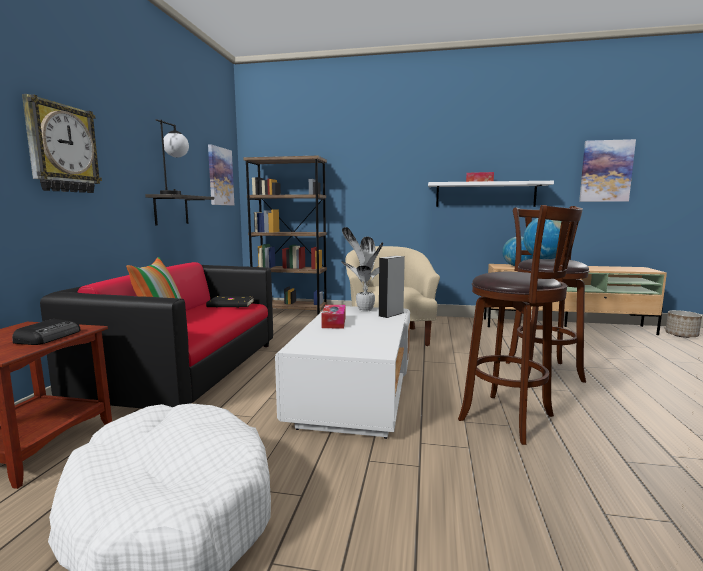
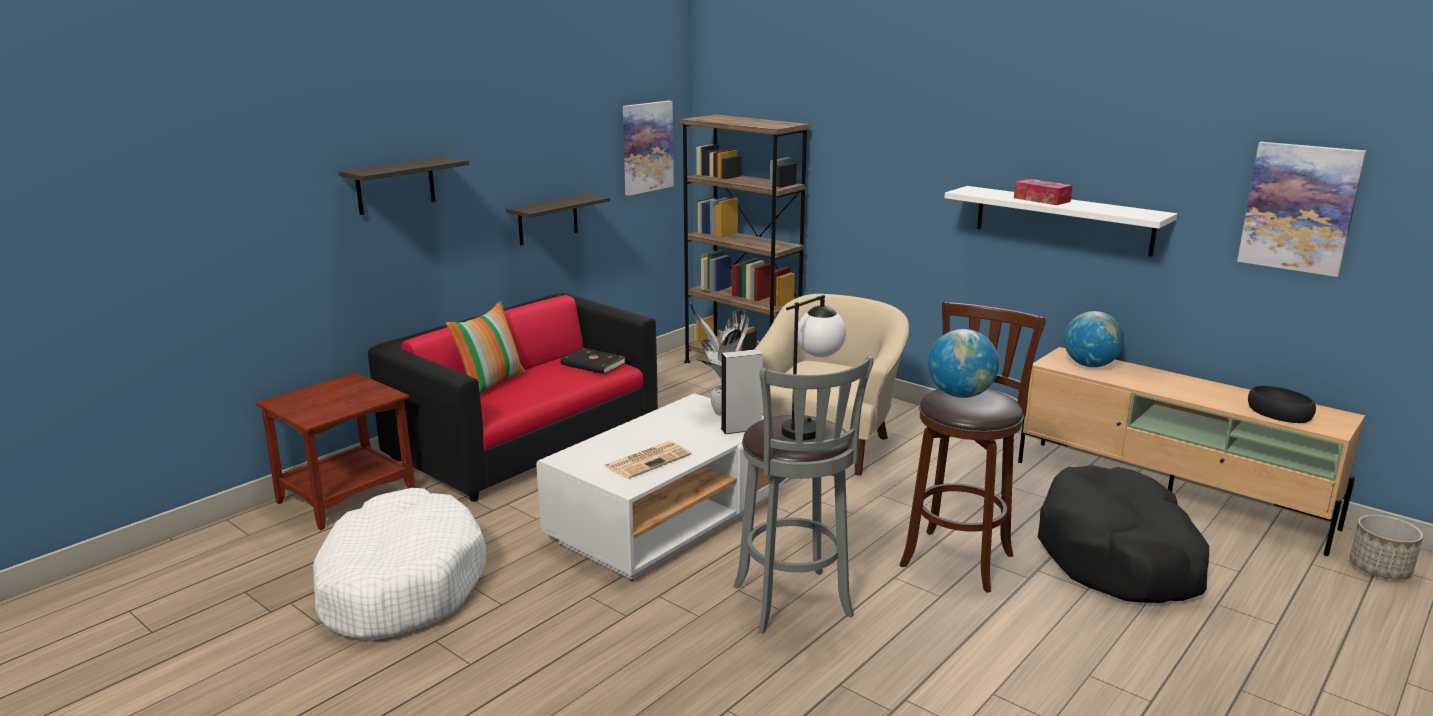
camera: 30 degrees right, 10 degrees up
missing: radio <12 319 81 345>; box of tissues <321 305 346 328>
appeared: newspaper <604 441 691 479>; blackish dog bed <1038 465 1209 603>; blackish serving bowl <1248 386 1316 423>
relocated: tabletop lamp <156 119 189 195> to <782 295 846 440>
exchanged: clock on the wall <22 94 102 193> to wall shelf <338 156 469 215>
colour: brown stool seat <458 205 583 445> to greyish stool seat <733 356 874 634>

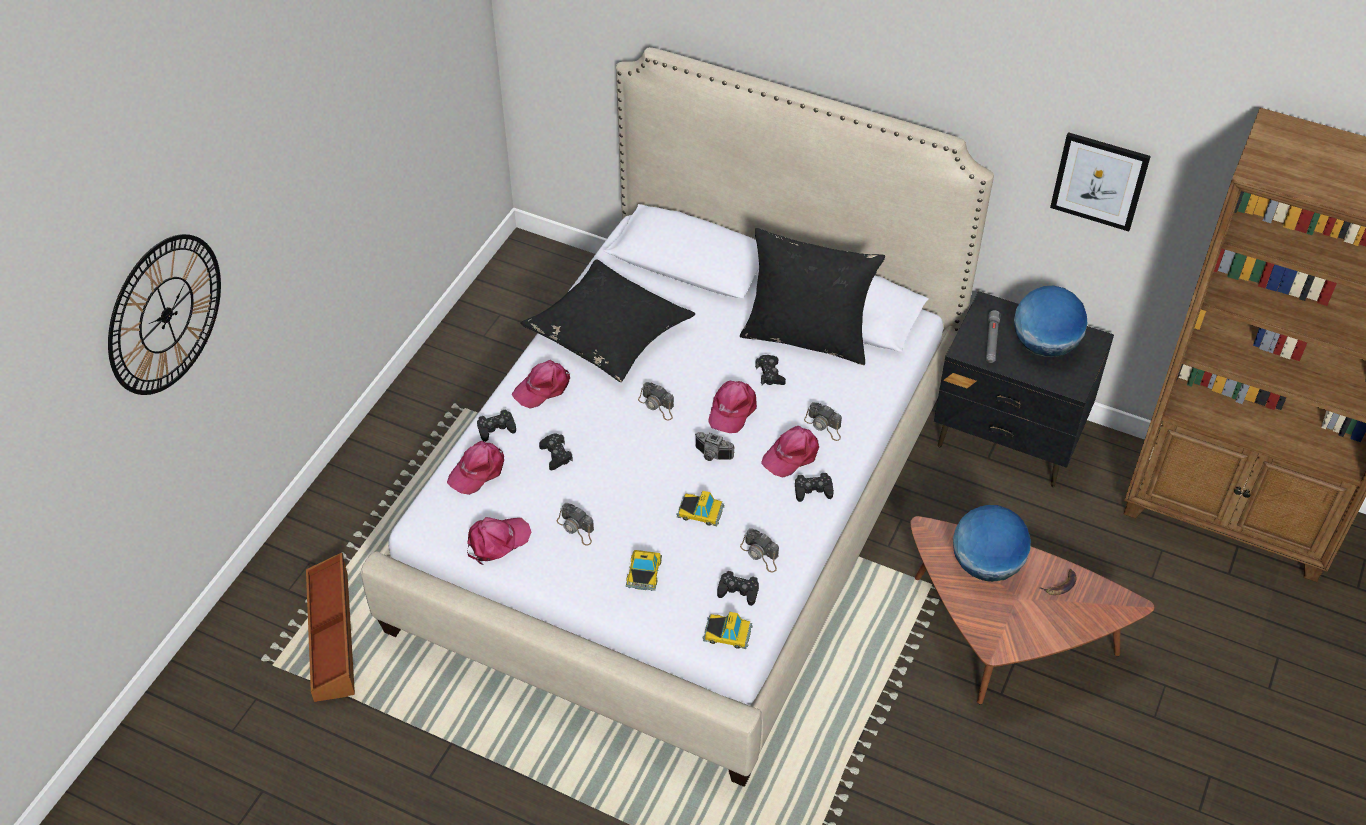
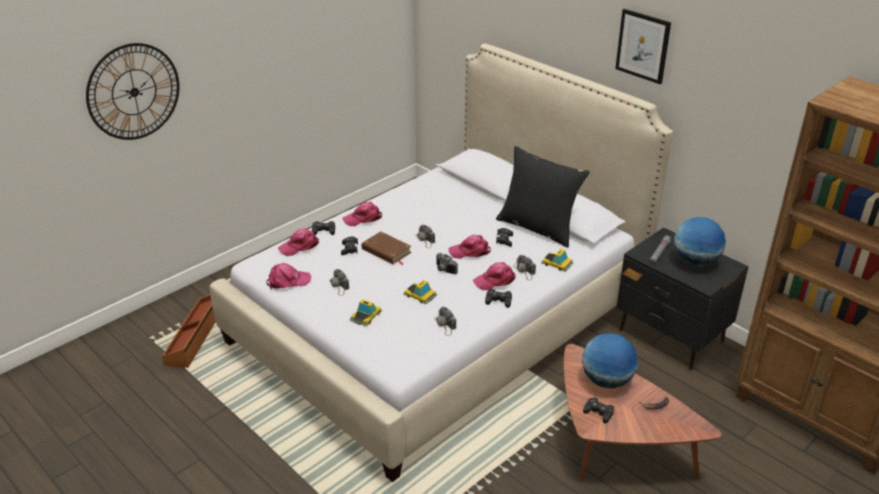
camera: 20 degrees right, 15 degrees down
missing: blackish pillow <521 259 695 382>
appeared: brown book <362 231 411 265>
relocated: model car <702 612 753 649> to <541 249 573 271>; blackish joypad <717 571 759 606> to <583 397 614 423>; wall picture <1050 132 1151 231> to <615 9 671 84>
spun: pinkish cap <708 381 757 433> = <448 235 491 259> 45 degrees clockwise

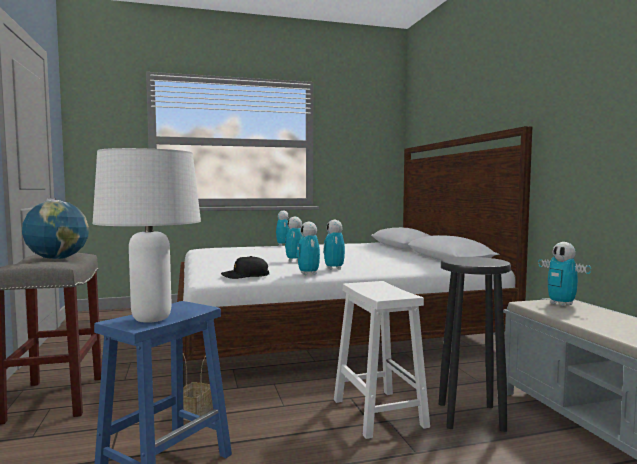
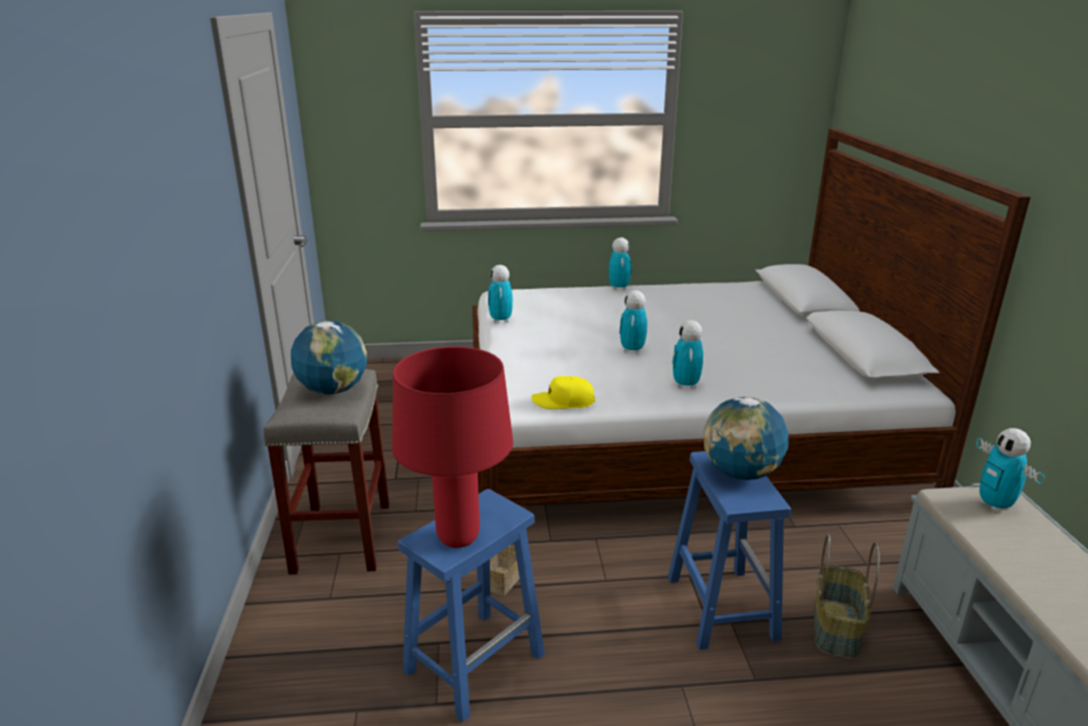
camera: 10 degrees right, 20 degrees up
appeared: desk globe <704 397 789 480>
relocated: robot figure <297 222 320 275> to <488 265 513 323>
exchanged: blackish stool seat <439 257 511 432> to storage basket <814 534 880 659>
colour: white-coloured tabletop lamp <93 148 201 323> to red tabletop lamp <392 346 513 548>; blackish cap <221 256 269 279> to yellow cap <531 376 595 409>; white-coloured stool seat <334 281 430 439> to blue stool seat <668 451 791 650>

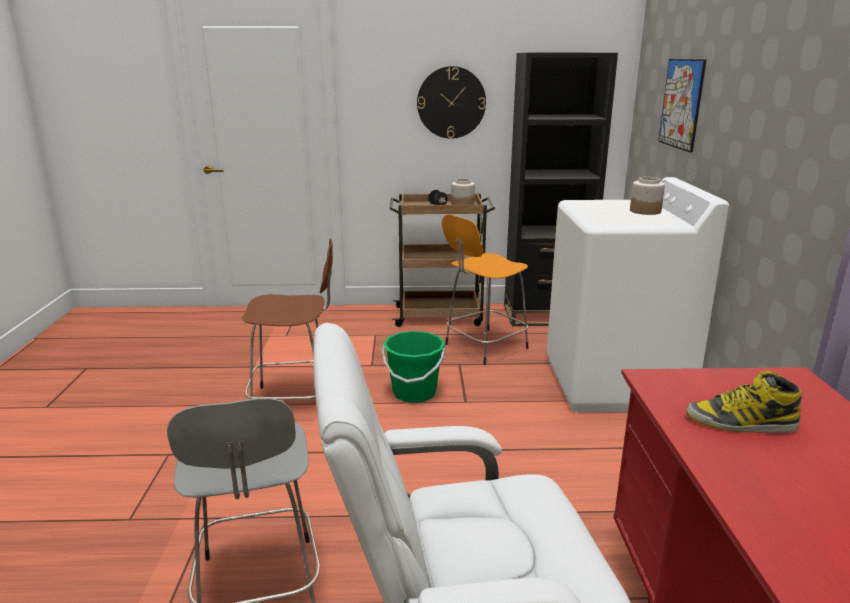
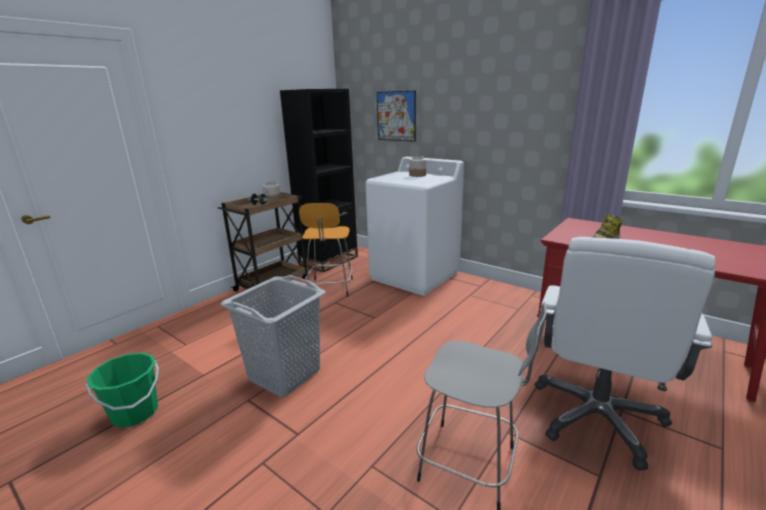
camera: 50 degrees left, 0 degrees up
missing: clock on the wall <417 66 486 139>
relocated: greenish water bucket <382 331 445 403> to <86 353 159 428>
exchanged: brown stool seat <242 239 333 399> to greyish laundry basket <221 275 326 397>

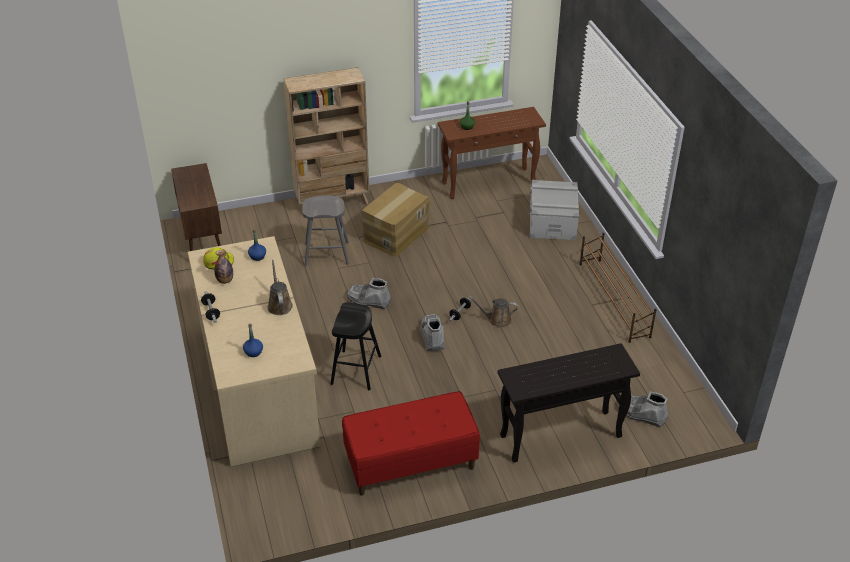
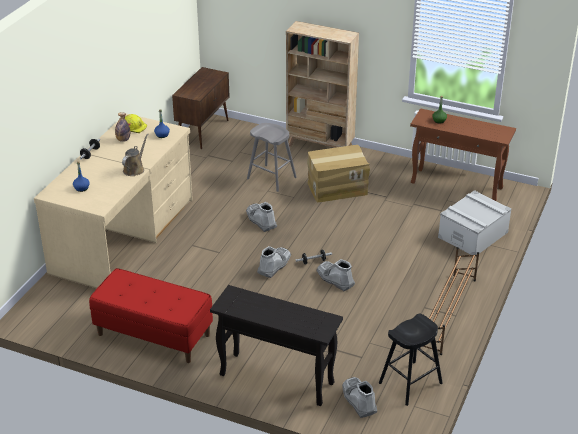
camera: 40 degrees right, 5 degrees down
relocated: blackish stool seat <330 302 381 390> to <379 314 442 406>
exchanged: brown watering pot <469 297 518 328> to greyish tall boot <316 259 355 291>

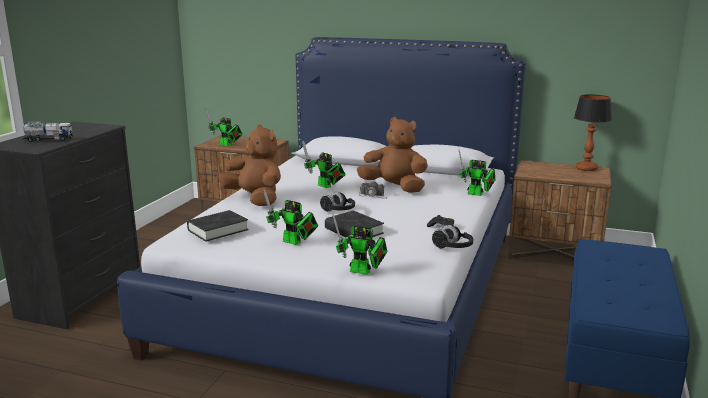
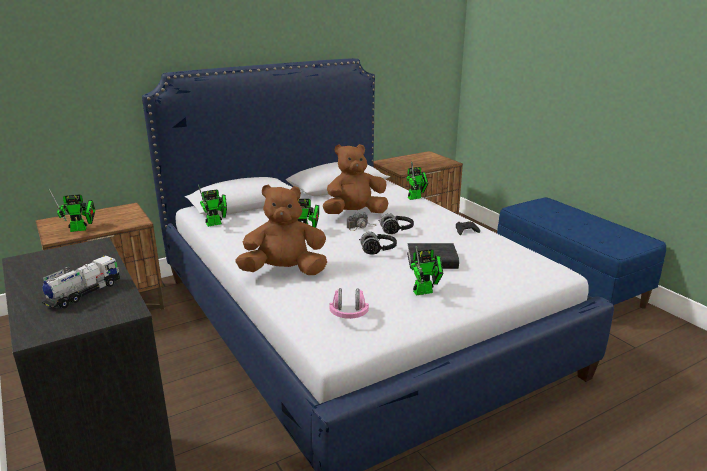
camera: 50 degrees left, 5 degrees up
missing: tabletop lamp <574 94 612 171>
relocated: robot figure <333 214 387 275> to <198 185 227 227>; blackish headset <432 225 473 249> to <379 213 414 234>
exchanged: blackish book <187 210 249 242> to pinkish headset <329 288 369 319>

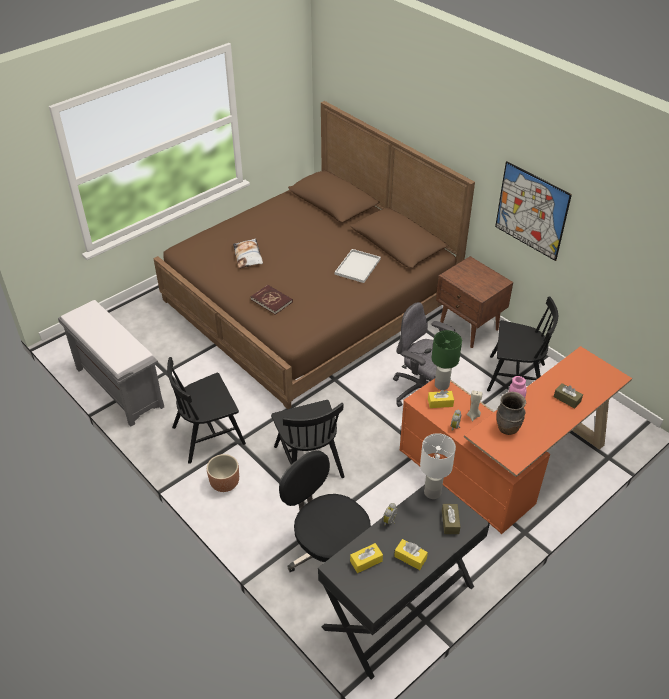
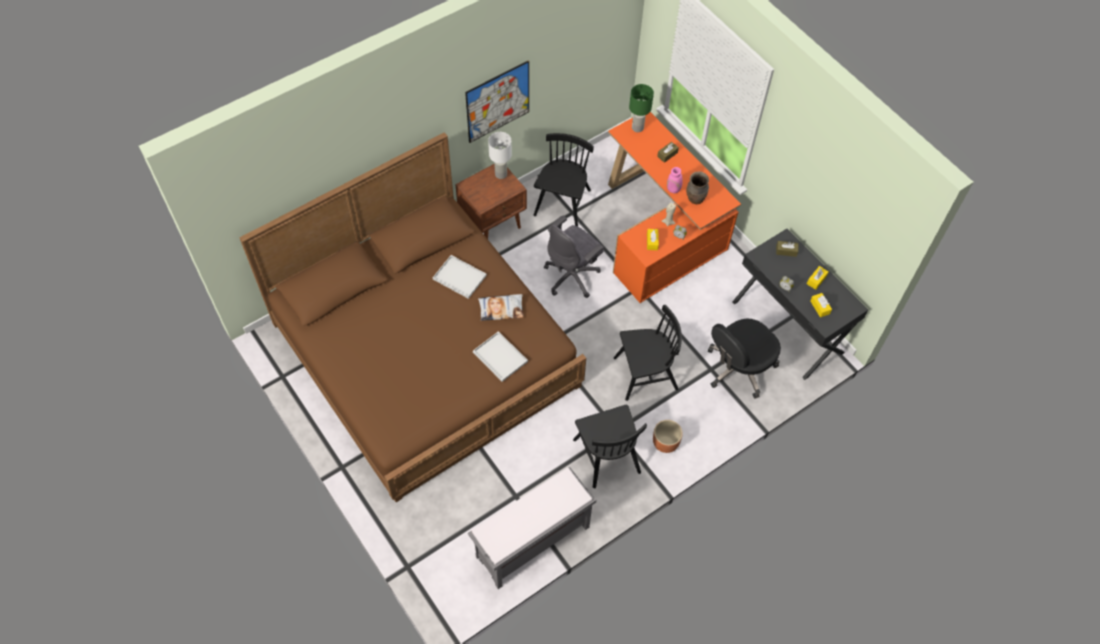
camera: 85 degrees left, 15 degrees up
relocated: pillow <233 238 263 268> to <478 294 524 321>; white-coloured tabletop lamp <420 433 456 499> to <488 132 512 179>; greenish tabletop lamp <432 330 462 390> to <629 84 654 132>
exchanged: red book <251 285 293 315> to white-coloured carrying tray <473 331 528 382>

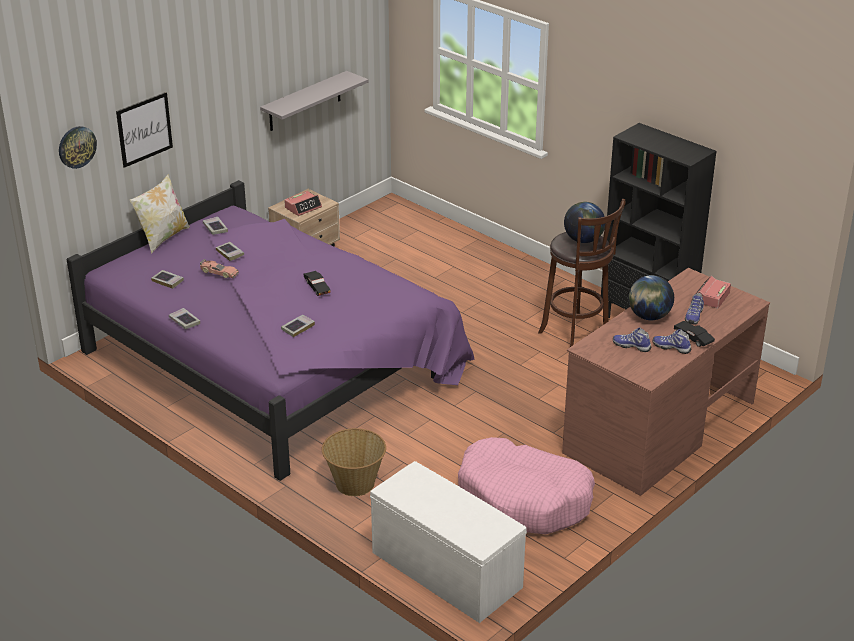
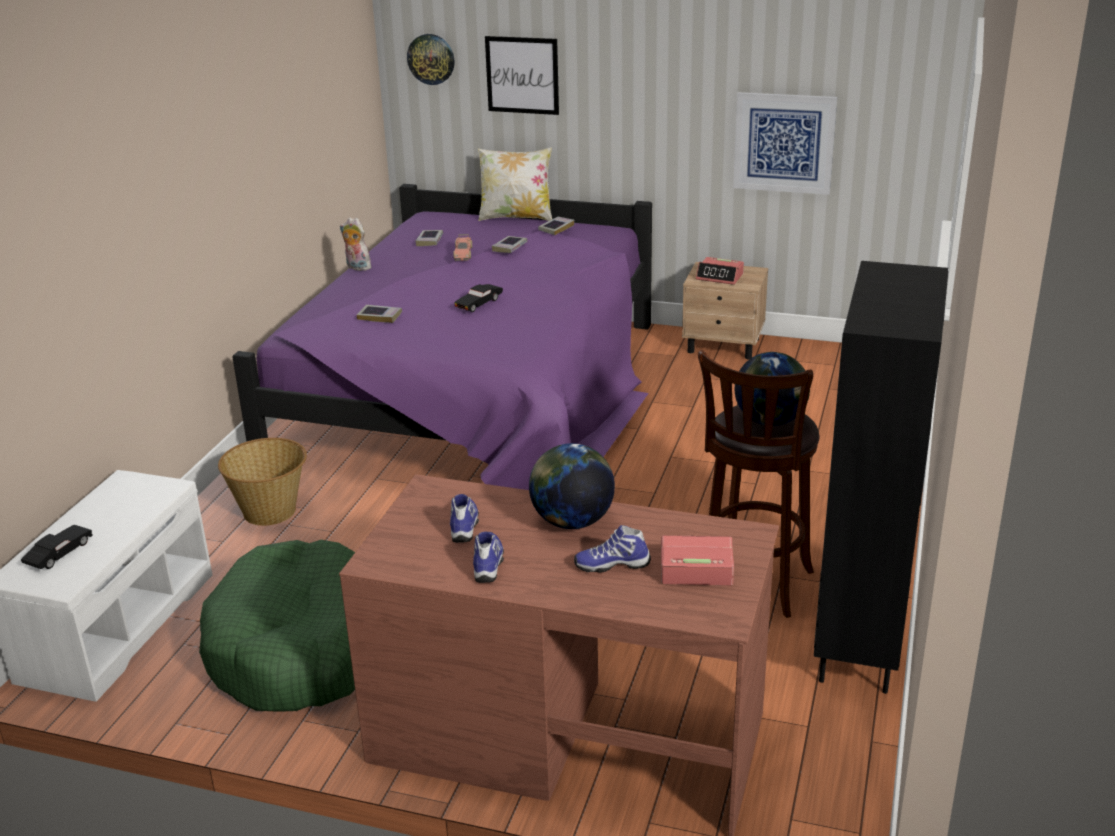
camera: 65 degrees right, 5 degrees down
relocated: blackish model car <674 321 715 347> to <21 525 92 569>
exchanged: book <169 308 200 329> to soft toy <340 217 371 271>; greyish wall shelf <260 71 369 131> to wall picture <733 92 837 195>
colour: pinkish dog bed <458 437 595 534> to greenish dog bed <199 540 355 712>

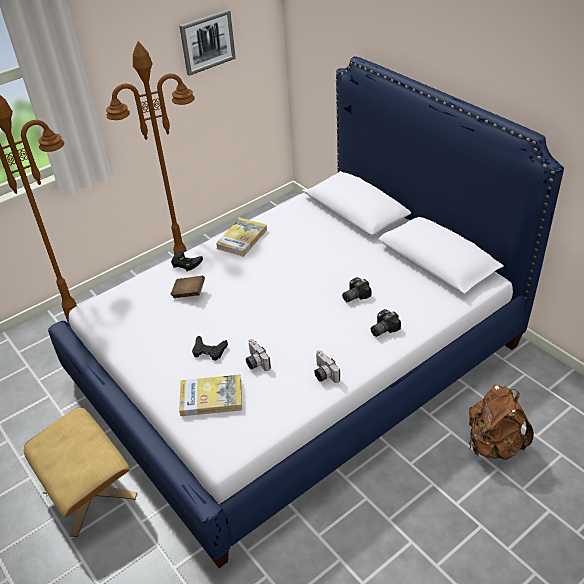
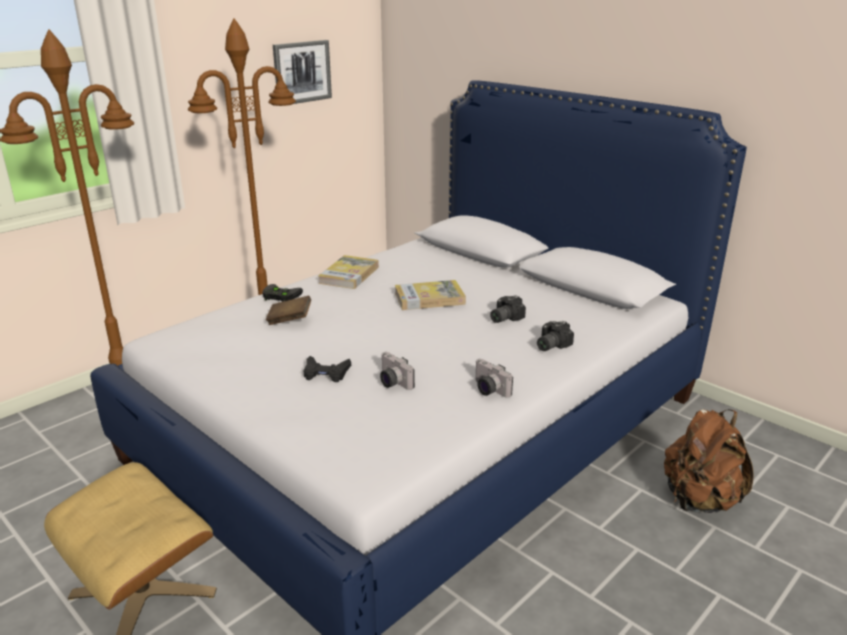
camera: 10 degrees left, 15 degrees down
relocated: book <179 375 242 416> to <395 280 466 310>

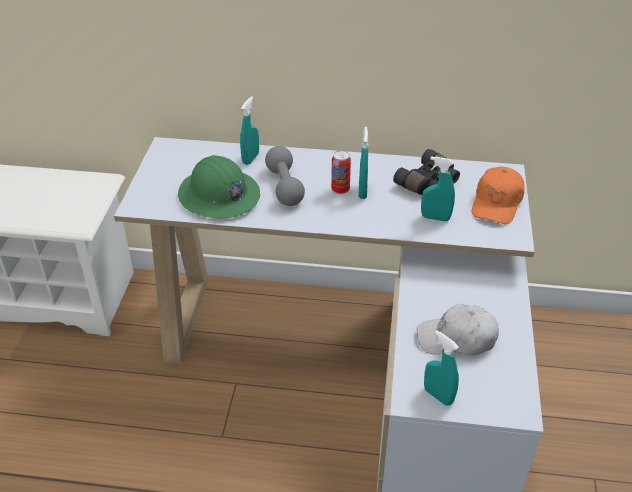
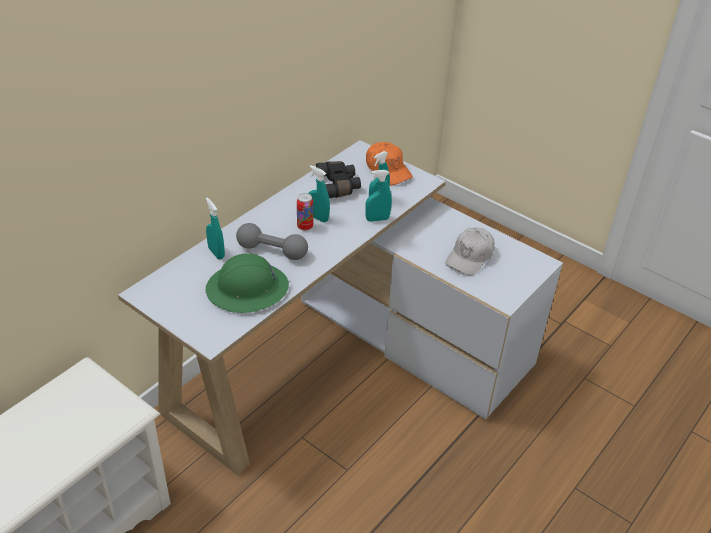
camera: 60 degrees left, 0 degrees up
relocated: turquoise hand sprayer <424 330 459 406> to <365 170 392 222>

